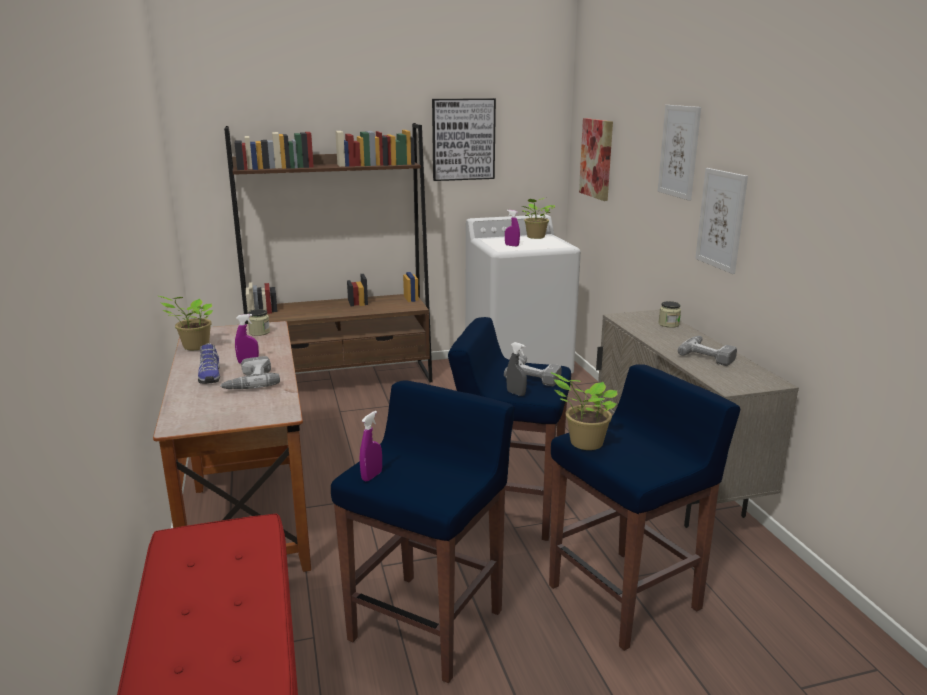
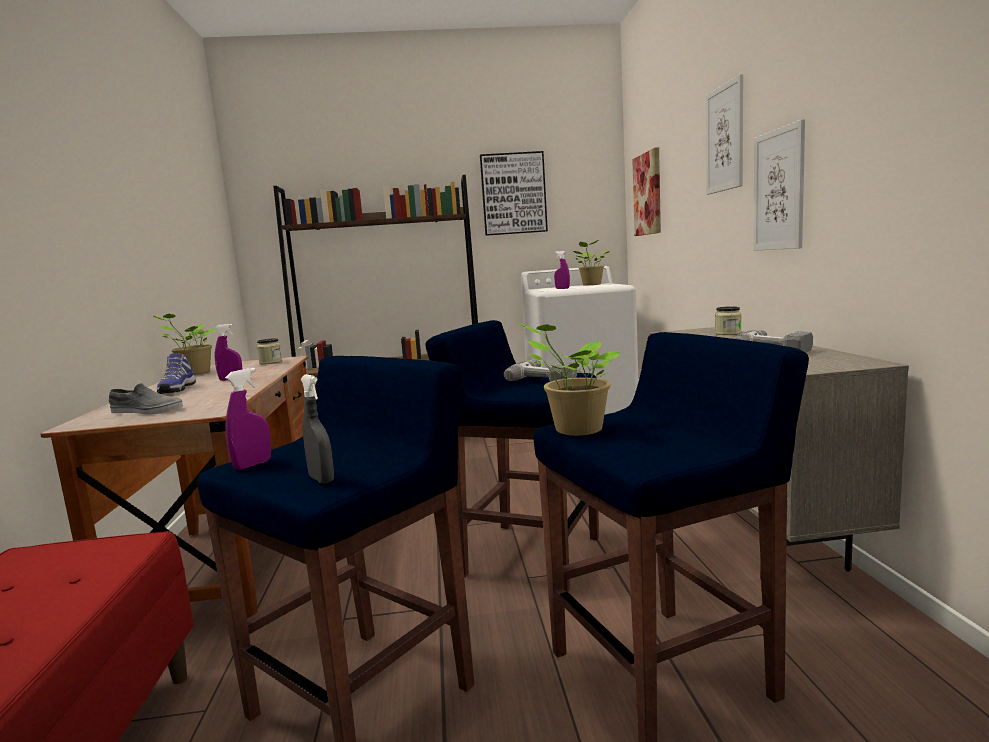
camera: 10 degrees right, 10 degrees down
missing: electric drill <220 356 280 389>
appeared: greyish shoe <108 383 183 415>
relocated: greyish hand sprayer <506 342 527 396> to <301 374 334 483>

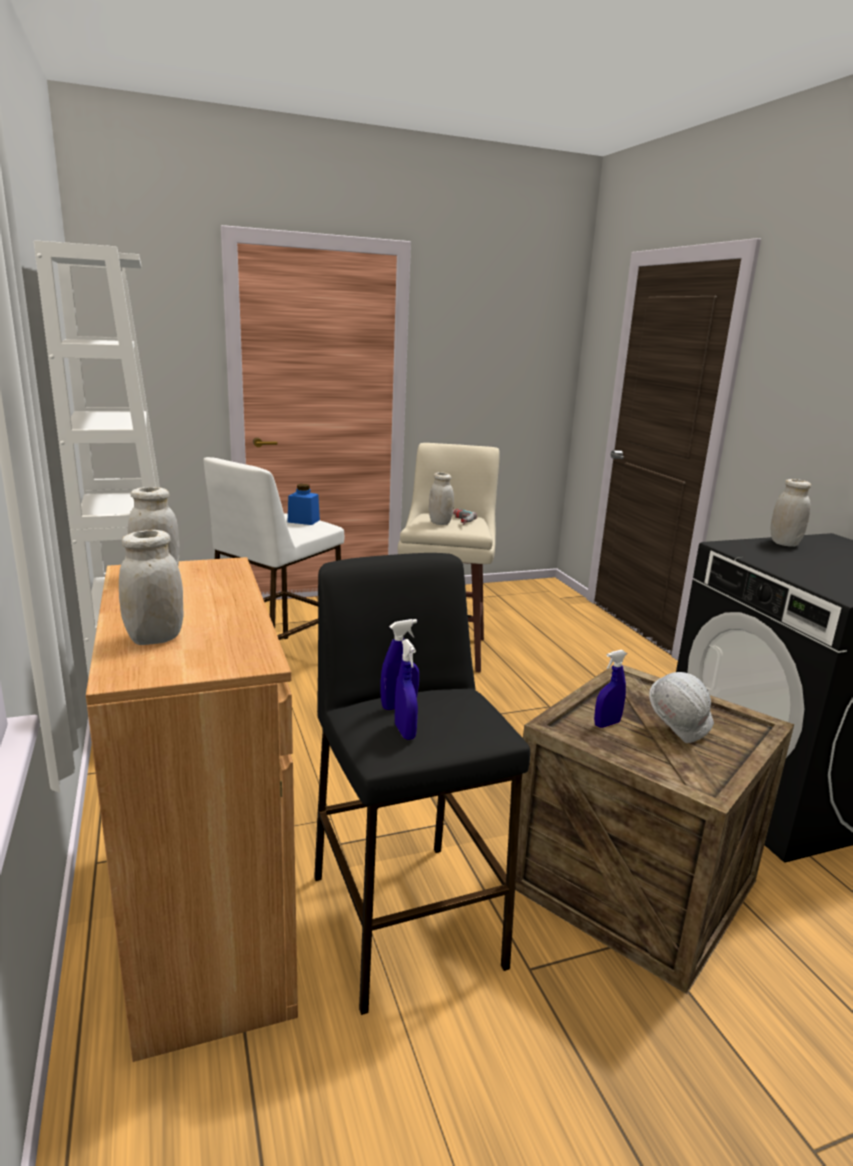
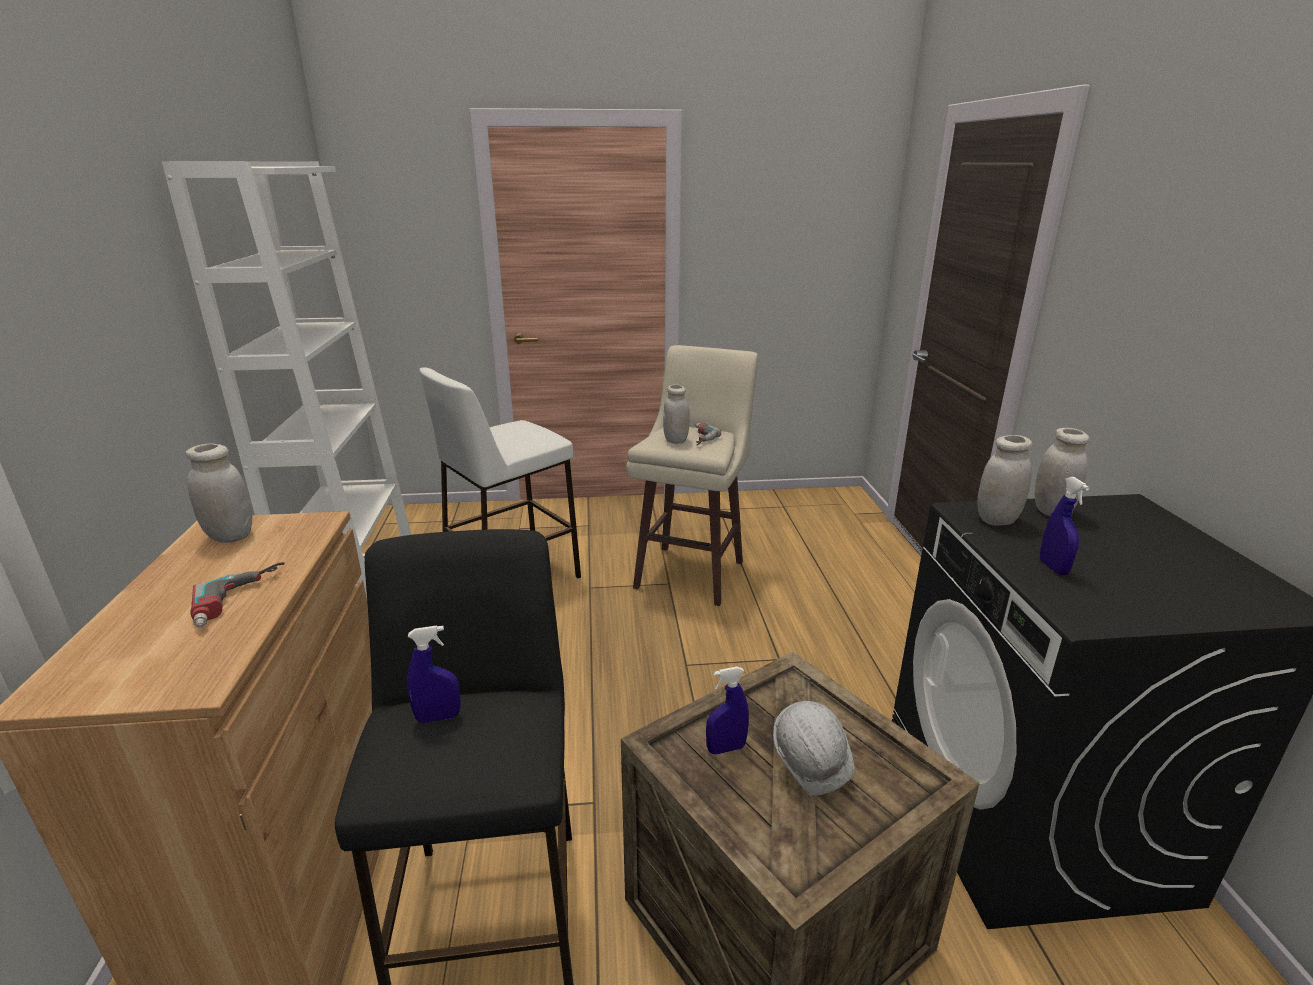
camera: 15 degrees right, 5 degrees up
missing: blue preserve jar <288 484 320 525>
appeared: electric drill <191 562 285 628>
relocated: white-coloured preserve jar <119 530 183 645> to <977 435 1032 526>; blue hand sprayer <395 639 418 740> to <1040 477 1089 575>

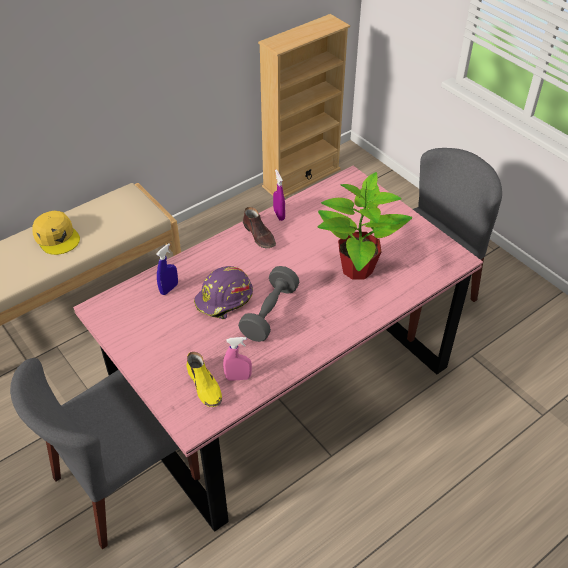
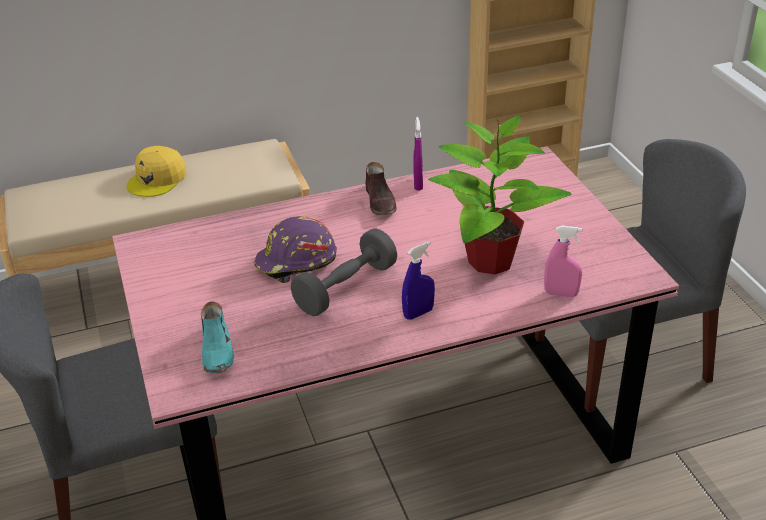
camera: 20 degrees right, 10 degrees down
relocated: blue hand sprayer <156 243 178 295> to <402 241 435 320>; pinkish hand sprayer <223 337 252 381> to <544 226 582 297>
colour: yellow shoe <187 352 222 407> to turquoise shoe <201 301 234 373>
spun: yellow cap <32 211 80 255> = <126 146 186 197> 45 degrees clockwise

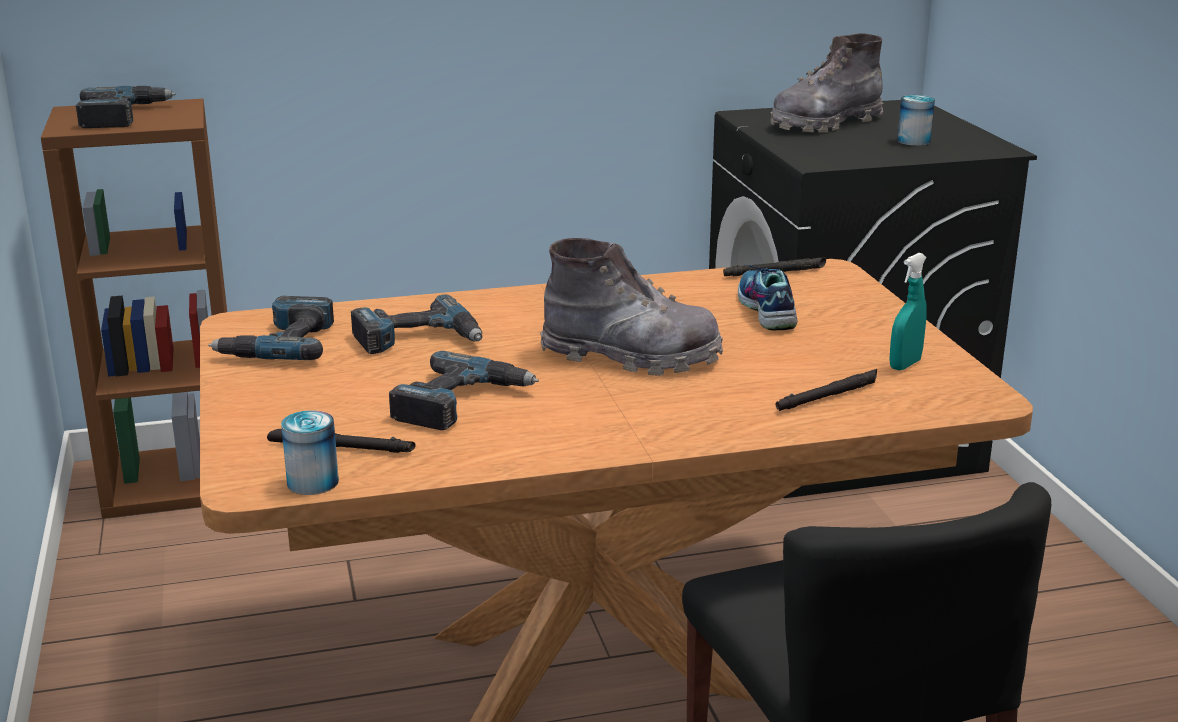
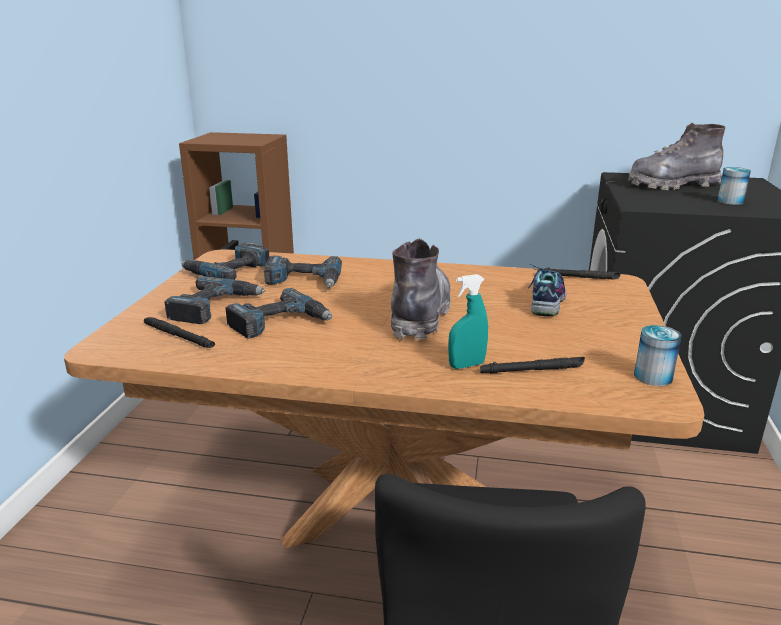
camera: 25 degrees right, 0 degrees up
relocated: electric drill <76 86 176 128> to <164 276 266 324>; metal can <281 410 339 495> to <634 325 682 386>; turquoise hand sprayer <890 253 926 370> to <448 274 488 369>
spun: greyish tall boot <540 238 723 376> = <391 239 451 340> 120 degrees counterclockwise

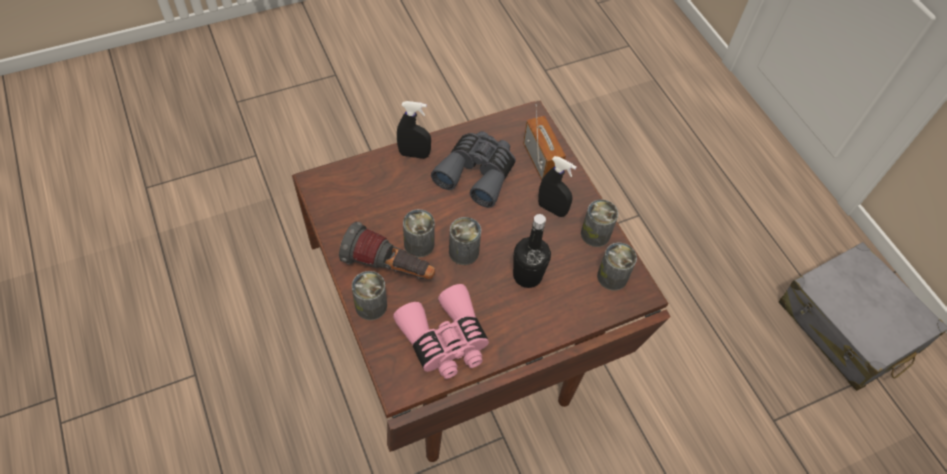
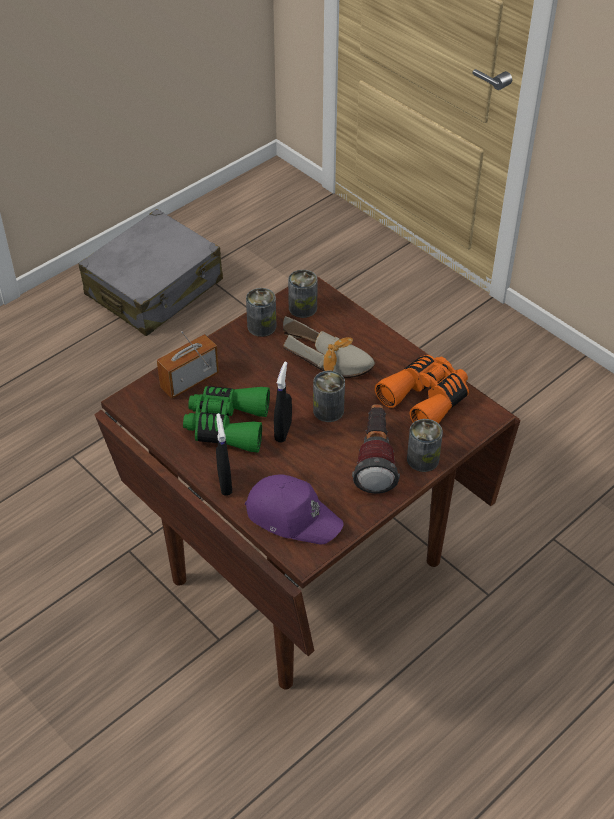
camera: 105 degrees left, 10 degrees down
missing: metal can <403 209 435 258>
appeared: purple-coloured cap <245 475 344 544>
relocated: blackish hand sprayer <538 156 577 217> to <274 362 292 443>
exchanged: blackish beverage bottle <513 214 551 288> to shoe <283 316 375 378>
colour: pinkish pair of binoculars <393 284 489 379> to orange-coloured pair of binoculars <375 355 469 424>; greyish pair of binoculars <431 131 516 208> to greenish pair of binoculars <183 386 270 453>

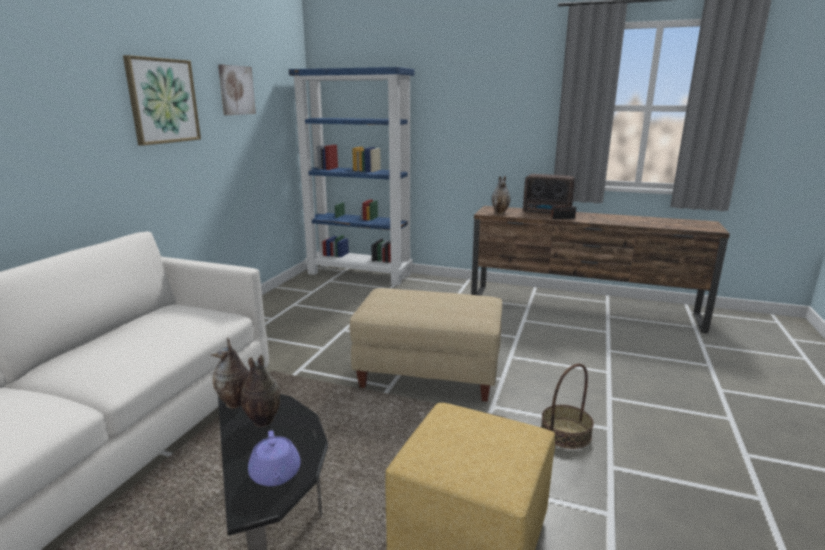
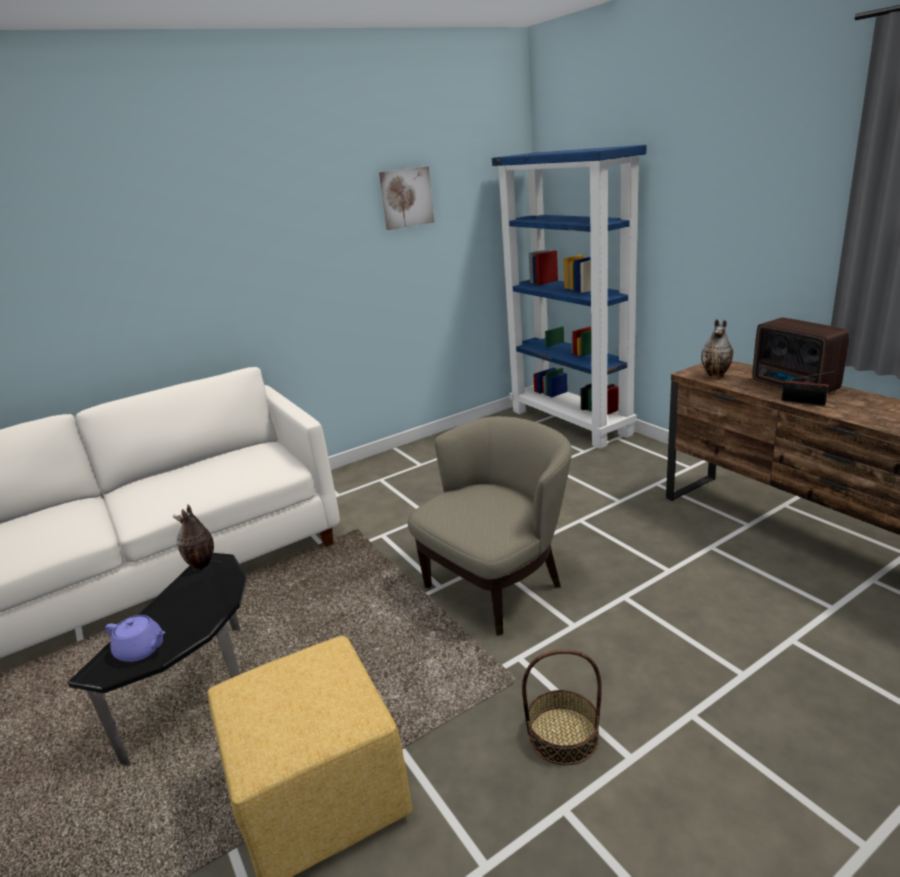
camera: 40 degrees right, 5 degrees up
missing: wall picture <123 55 201 146>; decorative vase <241 354 280 427>
exchanged: sand-coloured pouffe <349 288 502 402> to sand-coloured easy chair <407 416 572 635>
spun: purple-coloured teapot <248 430 301 486> = <105 615 165 662> 90 degrees counterclockwise

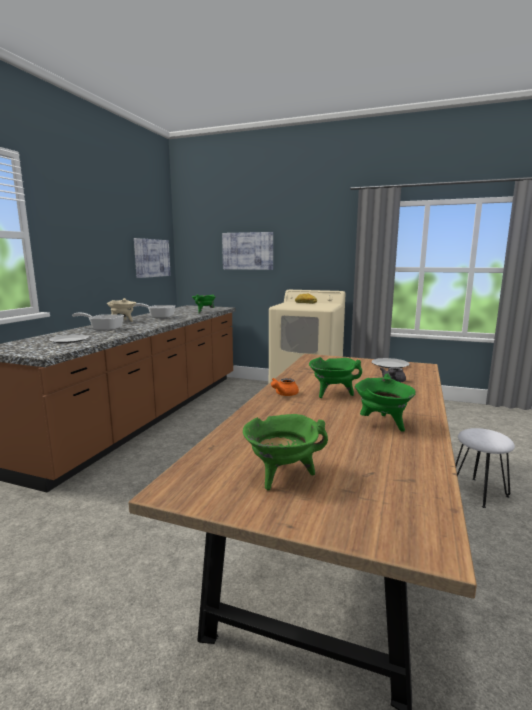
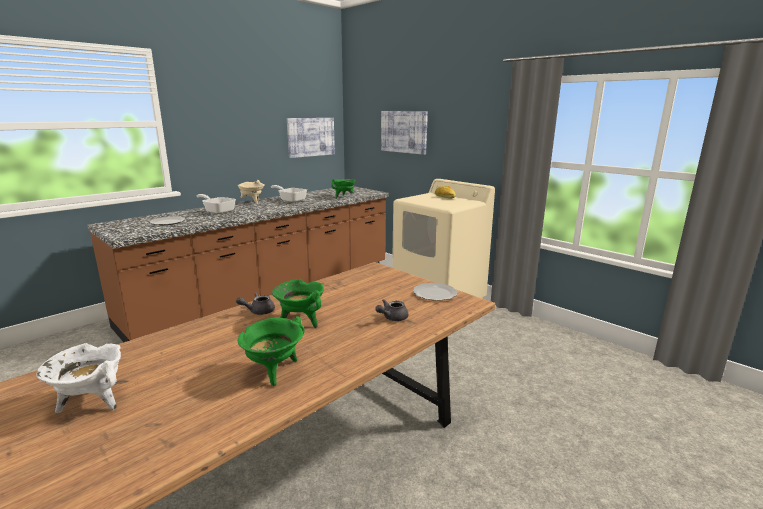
camera: 25 degrees right, 5 degrees up
missing: white-coloured stool seat <455 428 515 508>
colour: greenish cooking pot <243 414 328 490> to white-coloured cooking pot <36 343 121 413>; orange-coloured teapot <271 378 299 396> to greyish teapot <236 292 275 315>

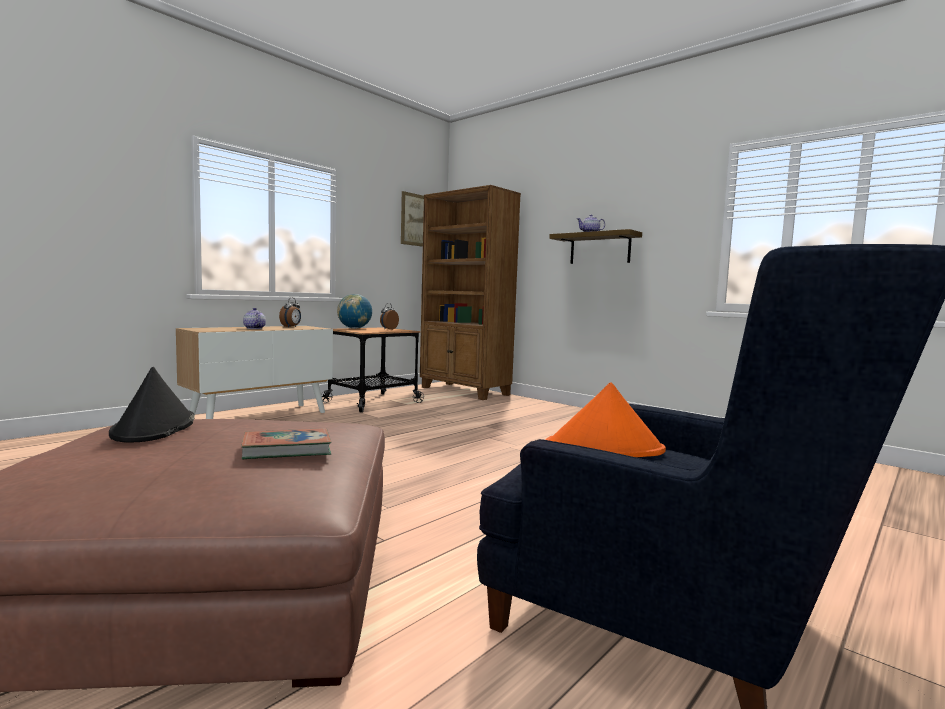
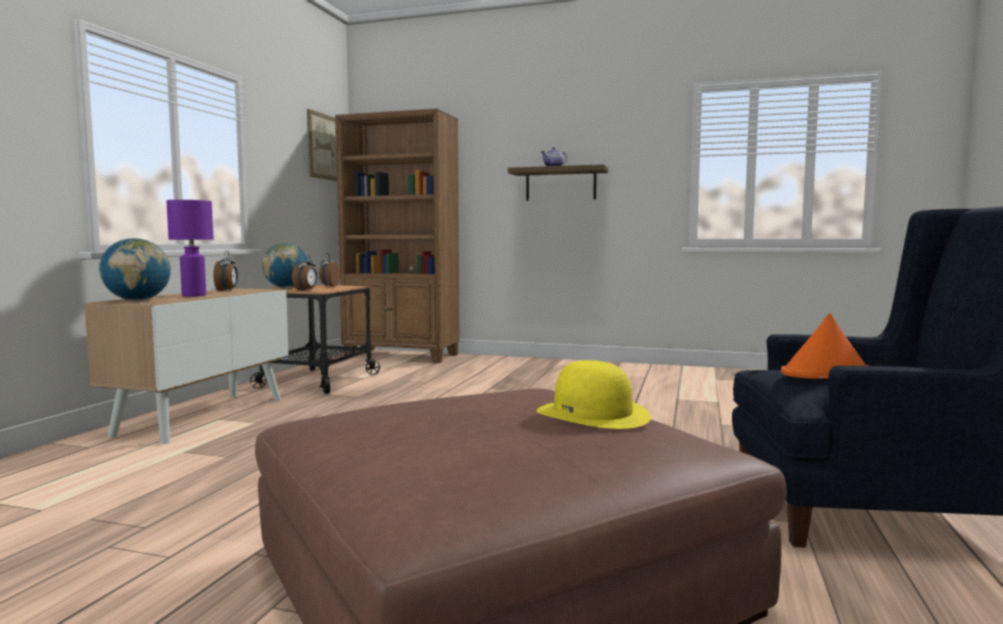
camera: 25 degrees left, 0 degrees up
missing: blackish clothing hat <109 367 195 443>
appeared: desk globe <99 238 171 301>; bedside clock <292 254 317 291>
exchanged: book <241 428 331 459> to yellow clothing hat <537 360 651 429>; teapot <243 308 266 329> to purple-coloured tabletop lamp <166 200 213 297>

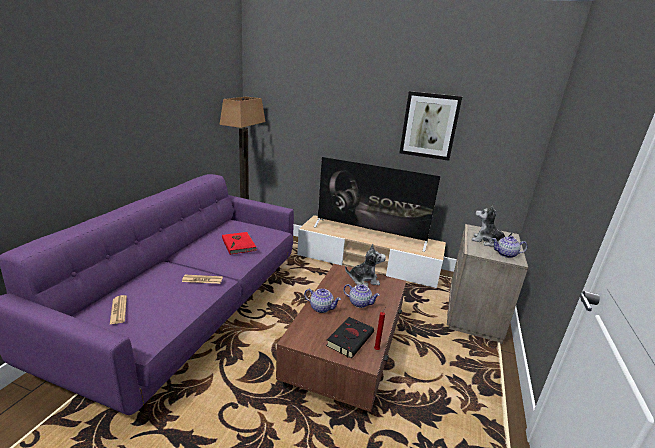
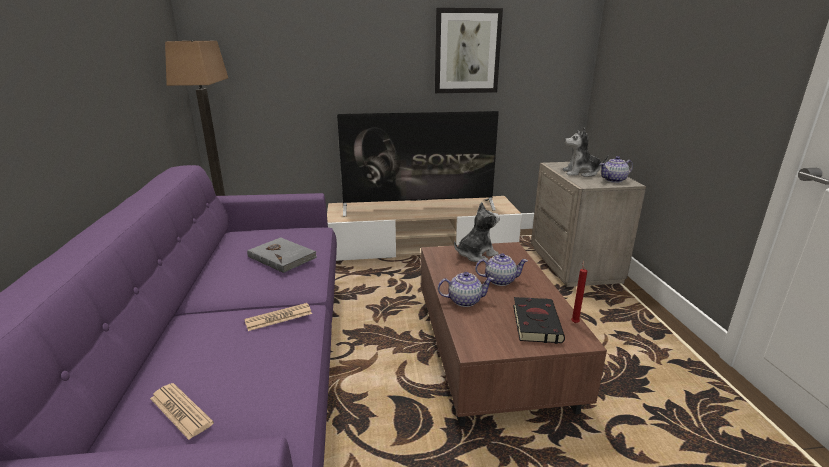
camera: 25 degrees left, 0 degrees up
colour: red book <222 232 257 255> to greyish book <247 237 317 273>

